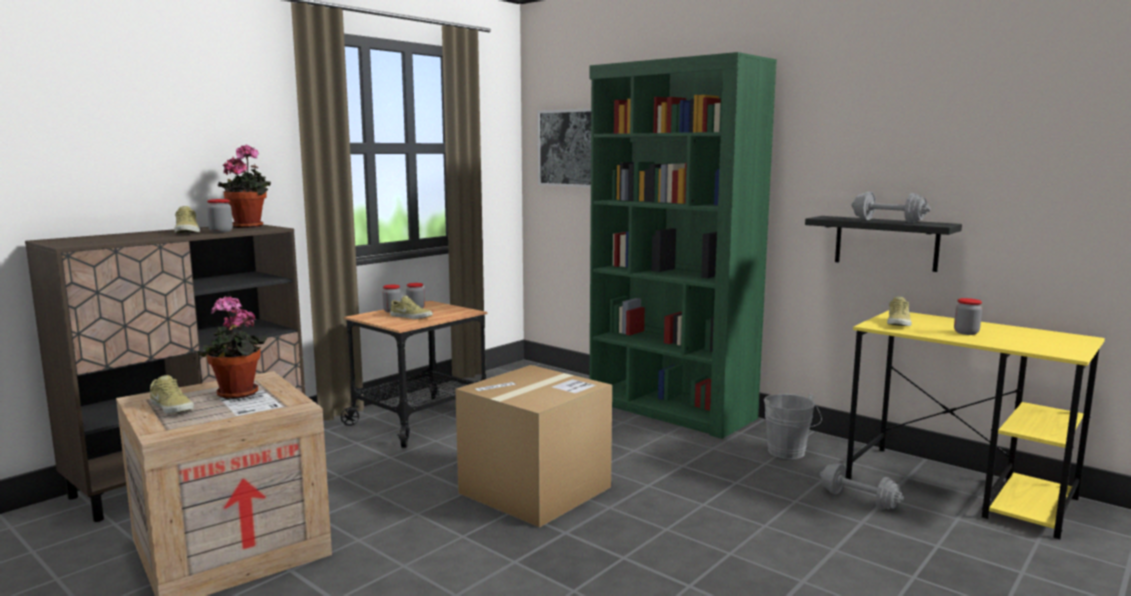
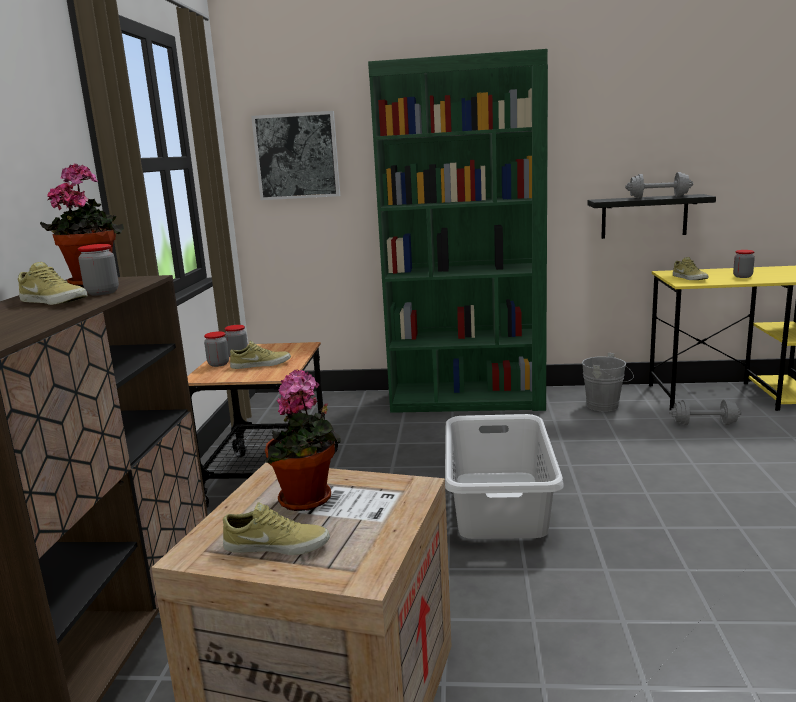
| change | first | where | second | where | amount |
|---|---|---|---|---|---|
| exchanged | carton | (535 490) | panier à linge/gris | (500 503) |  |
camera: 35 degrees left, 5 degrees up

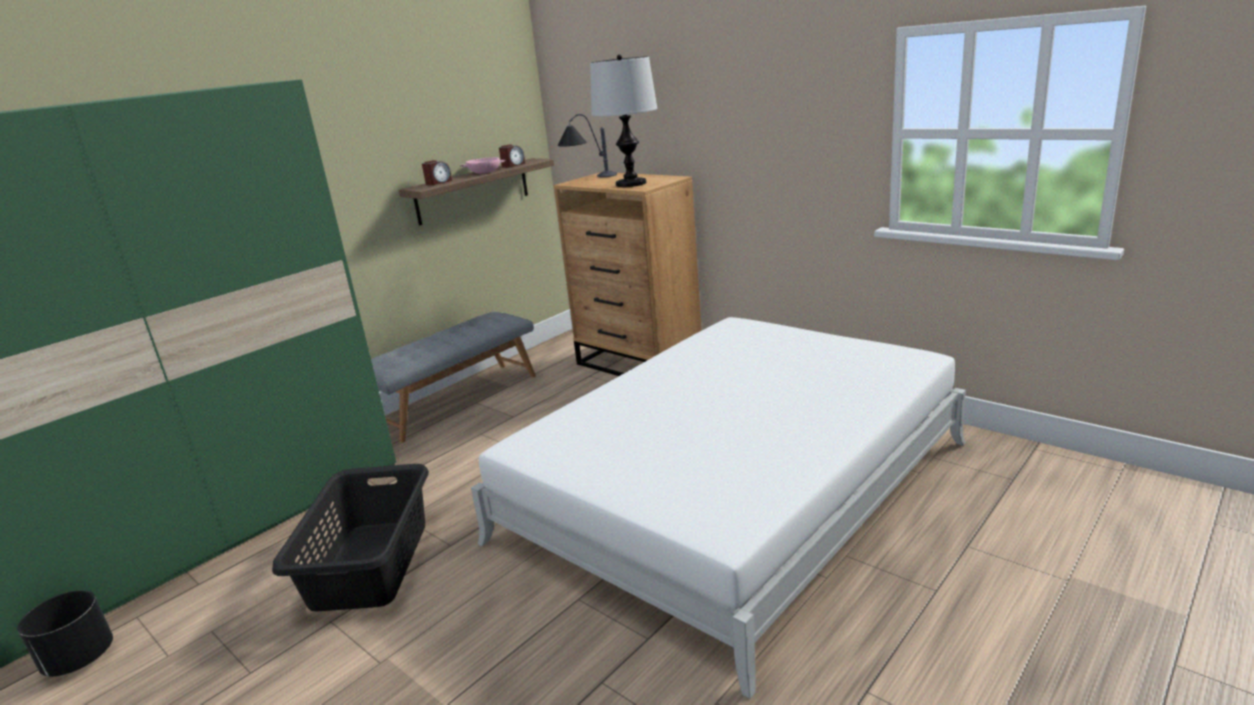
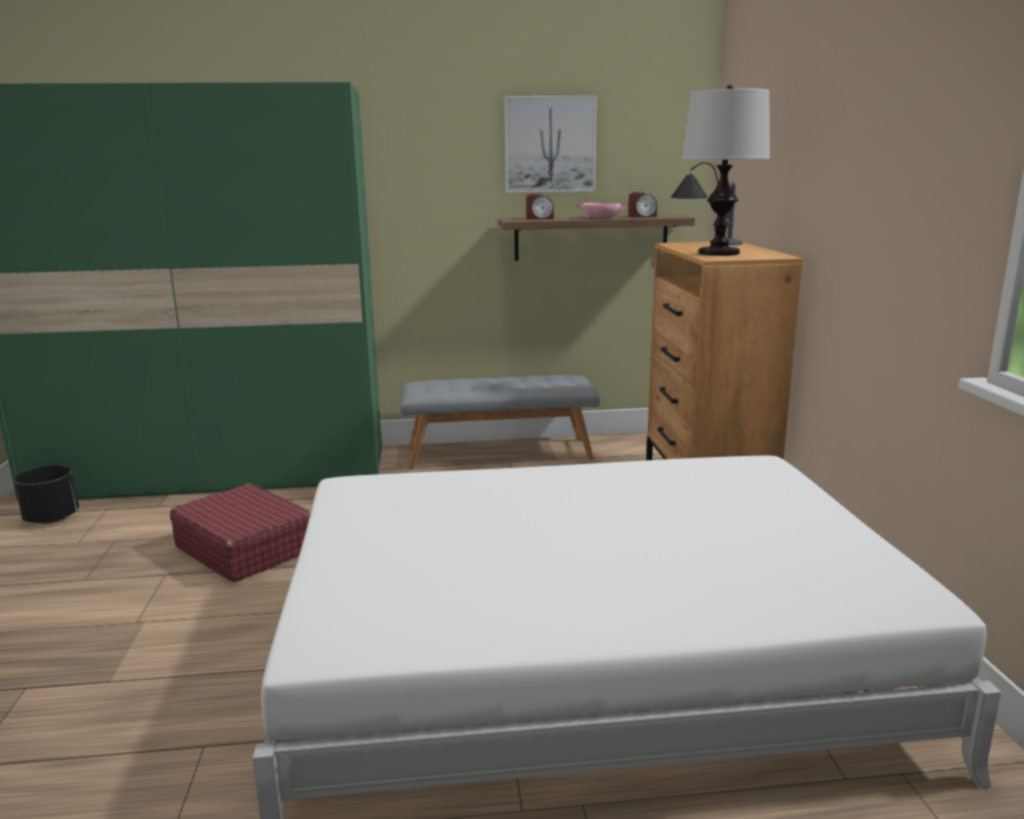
| change | first | where | second | where | amount |
|---|---|---|---|---|---|
| exchanged | panier à linge/noir | (369 564) | valise/rouge | (245 548) |  |
| appeared |  |  | tableau | (550 144) |  |
camera: 40 degrees right, 5 degrees down

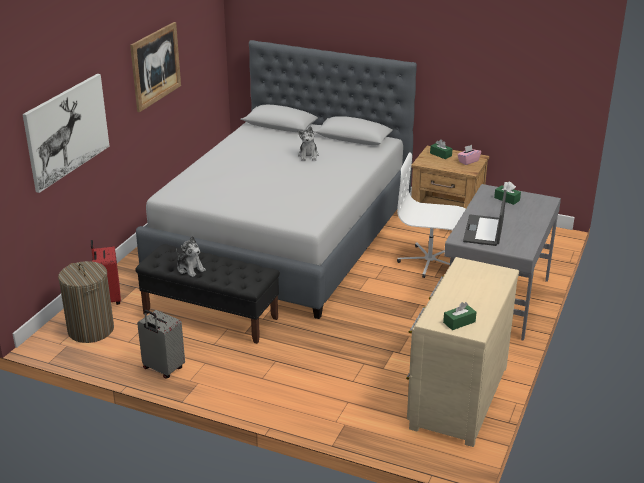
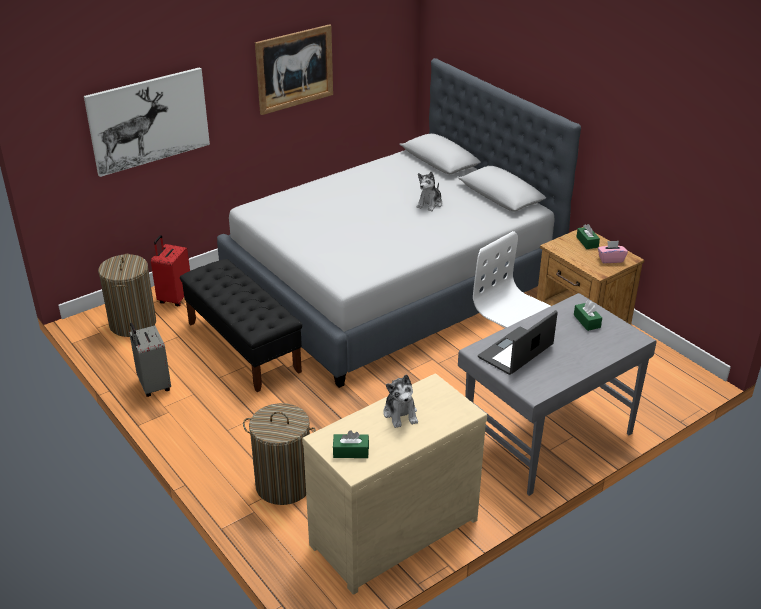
| change | first | where | second | where | amount |
|---|---|---|---|---|---|
| appeared |  |  | panier à linge | (283 485) |  |
| relocated | peluche | (190 269) |  | (400 413) |  |
camera: 30 degrees right, 5 degrees up

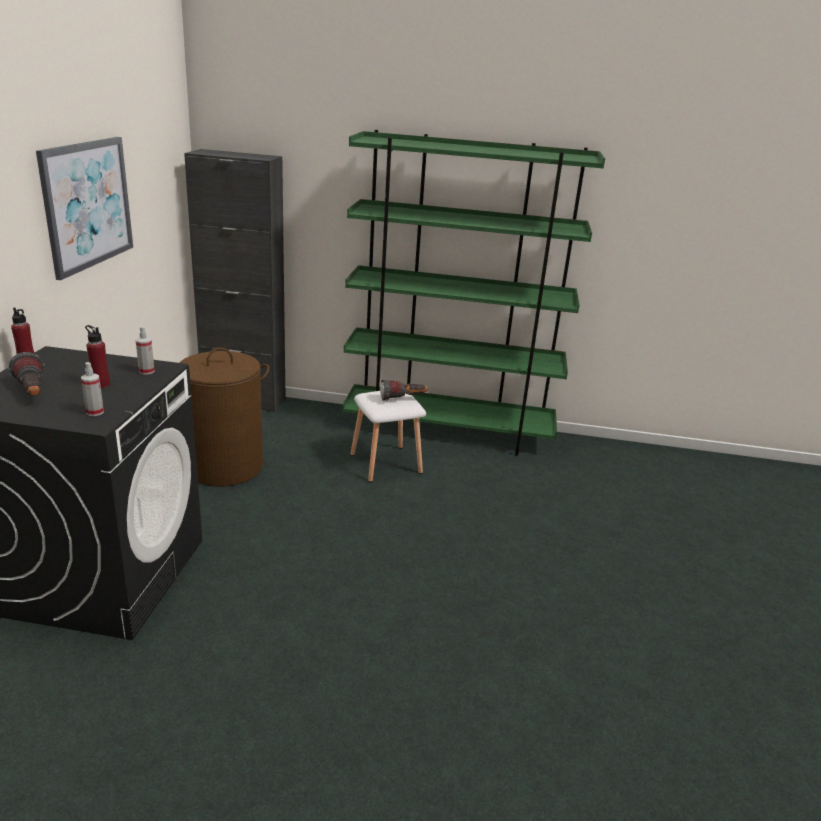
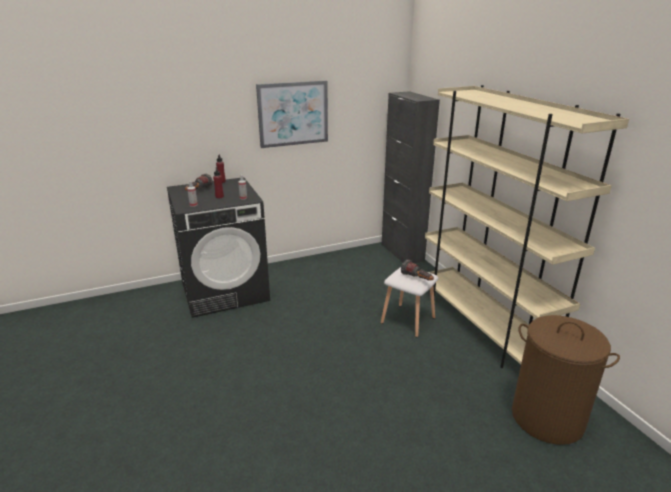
| change | first | where | second | where | amount |
|---|---|---|---|---|---|
| colour | bibliothèque/vert | (448 432) | bibliothèque/beige | (482 327) |  |
| relocated | panier à linge/marron | (224 467) |  | (546 418) |  |
camera: 60 degrees right, 0 degrees up

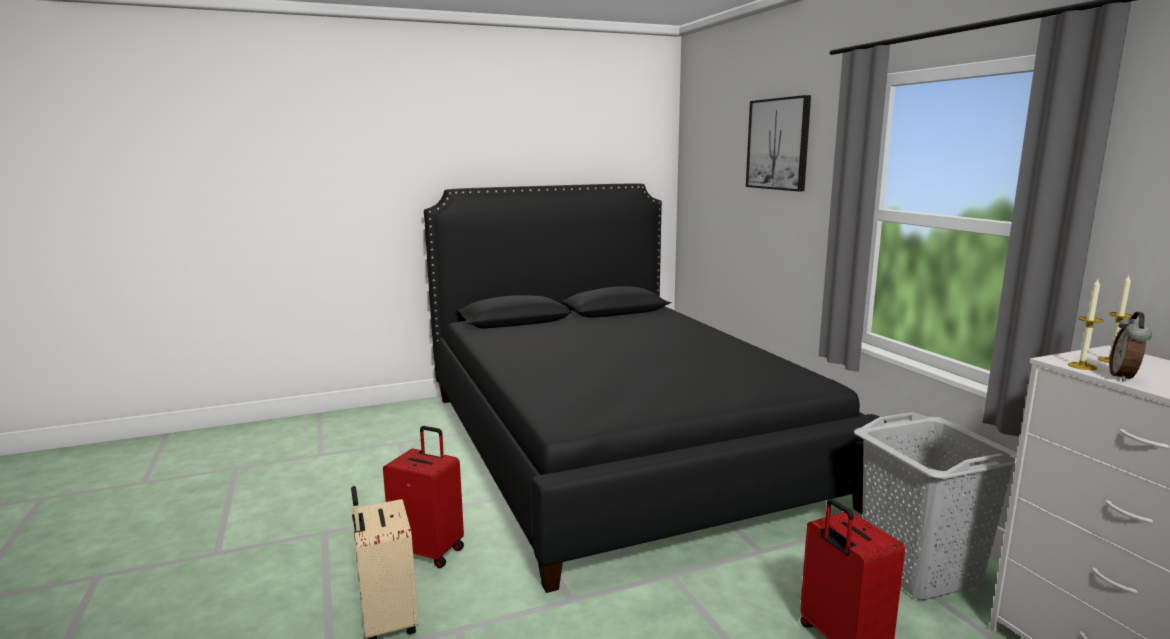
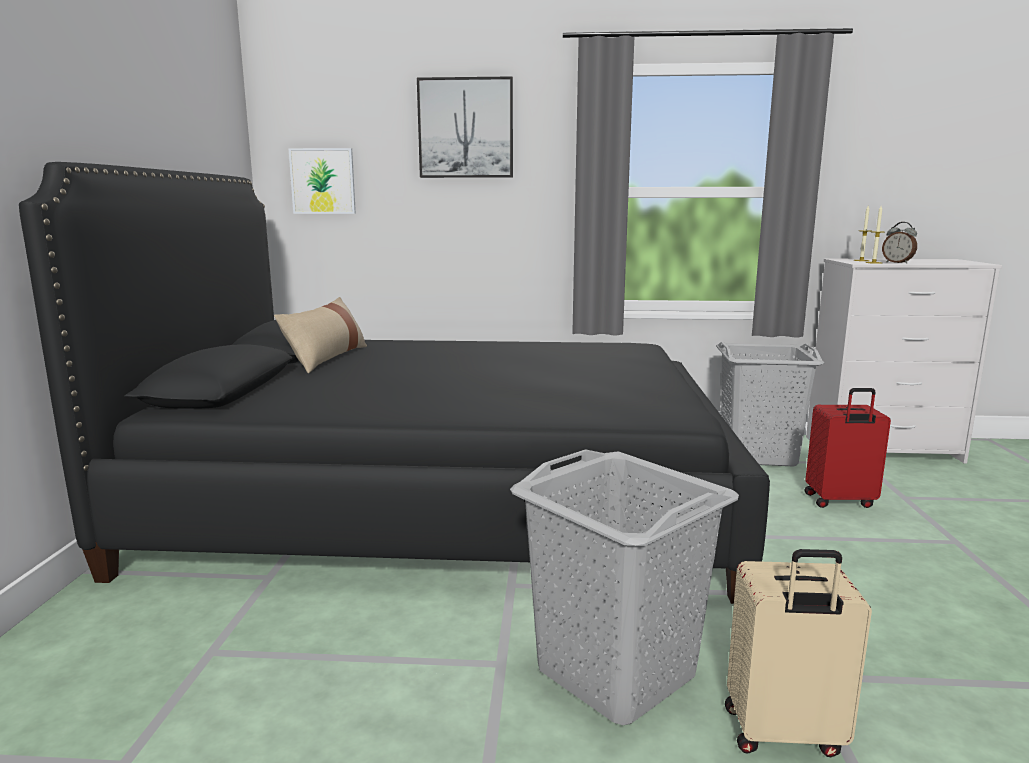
| change | first | where | second | where | amount |
|---|---|---|---|---|---|
| appeared |  |  | coussin/beige | (327 358) |  |
| appeared |  |  | tableau | (323 181) |  |
| exchanged | valise/rouge | (429 551) | panier à linge/gris | (615 671) |  |
camera: 65 degrees left, 0 degrees up

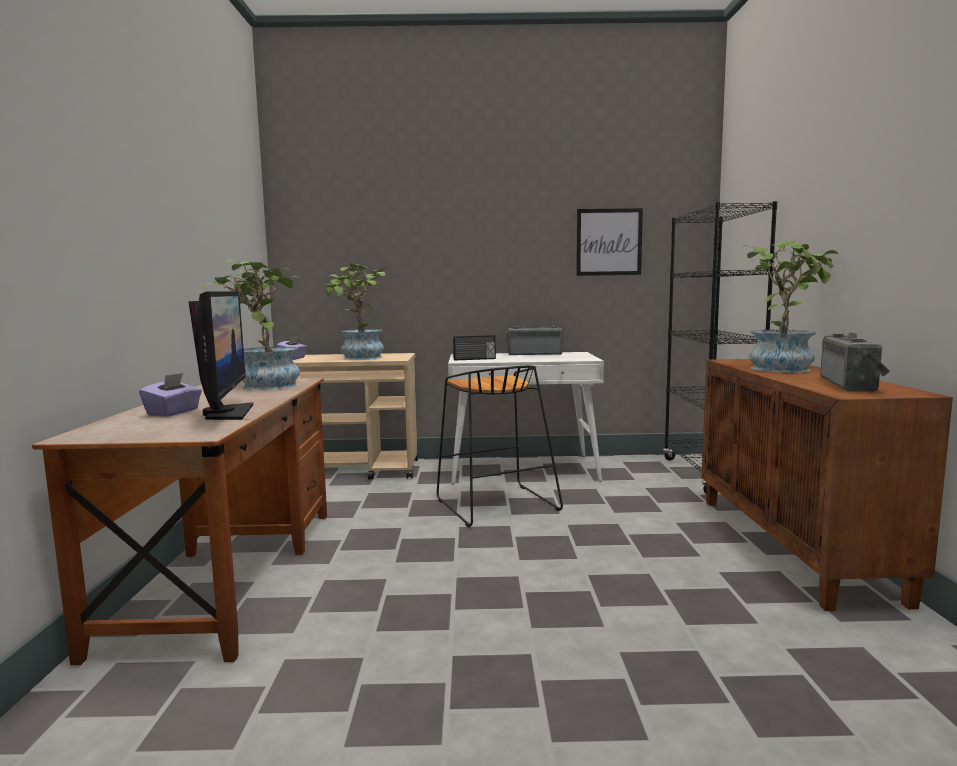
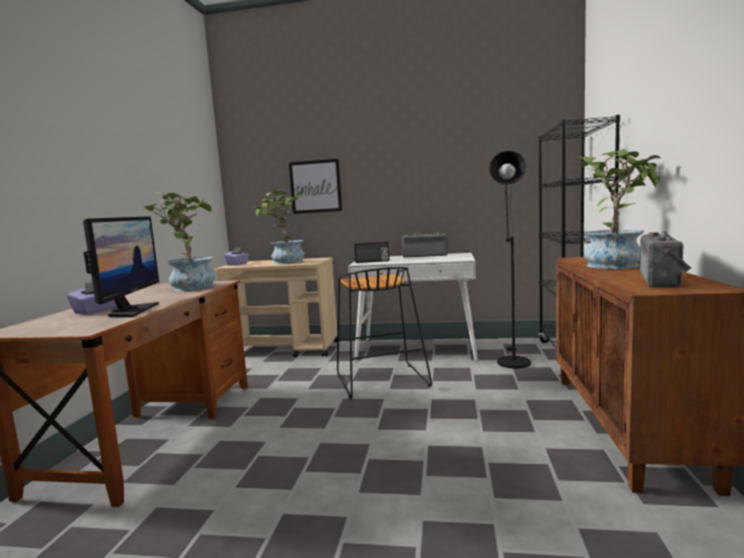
| change | first | where | second | where | amount |
|---|---|---|---|---|---|
| relocated | tableau | (609 242) |  | (315 186) |  |
| appeared |  |  | lampadaire/noir | (512 360) |  |
camera: 10 degrees right, 0 degrees up

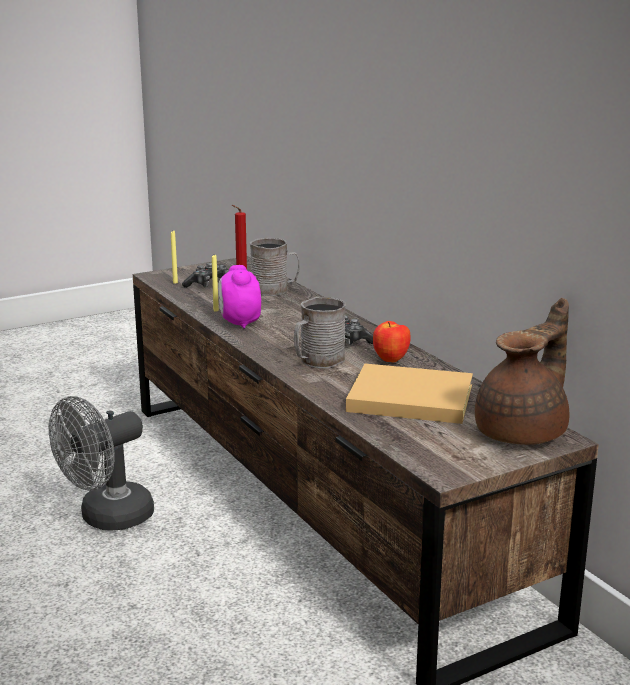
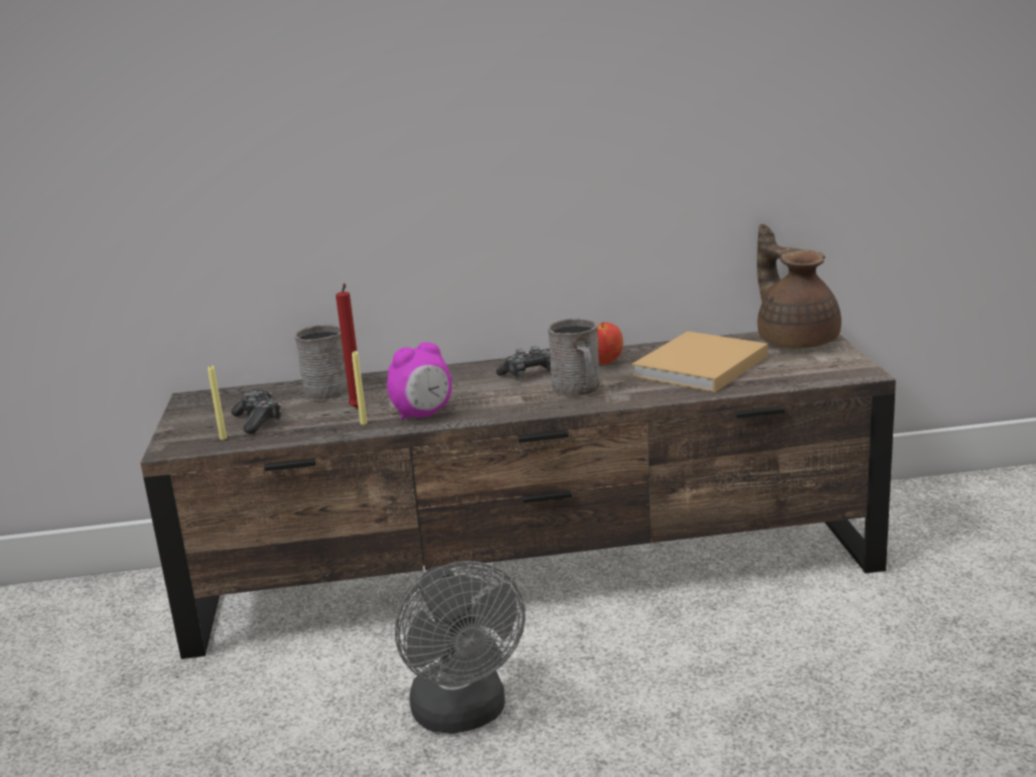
| change | first | where | second | where | amount |
|---|---|---|---|---|---|
| spun | réveil | (239 323) |  | (423 415) | 45 degrees counterclockwise |
camera: 65 degrees left, 0 degrees up

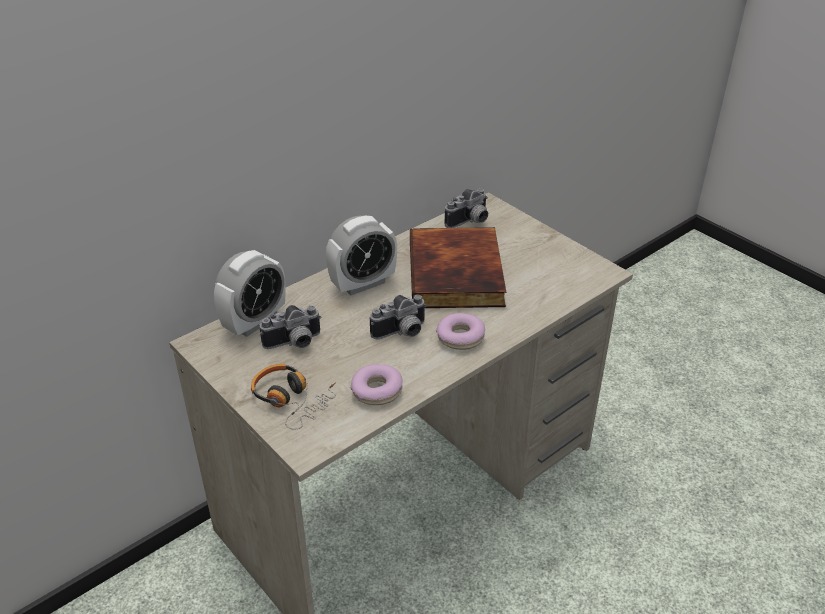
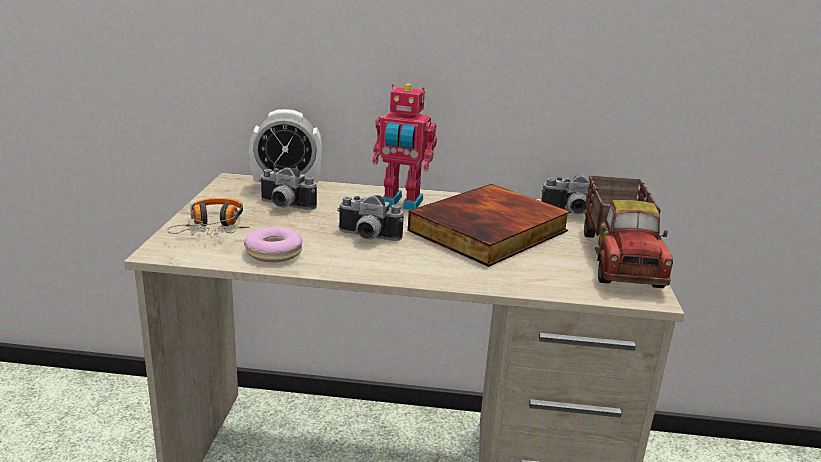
| change | first | where | second | where | amount |
|---|---|---|---|---|---|
| exchanged | réveil | (363 284) | robot jouet | (401 203) |  |
| appeared |  |  | camion jouet | (620 257) |  |
| missing | beignet | (460 337) |  |  |  |
camera: 45 degrees right, 15 degrees down

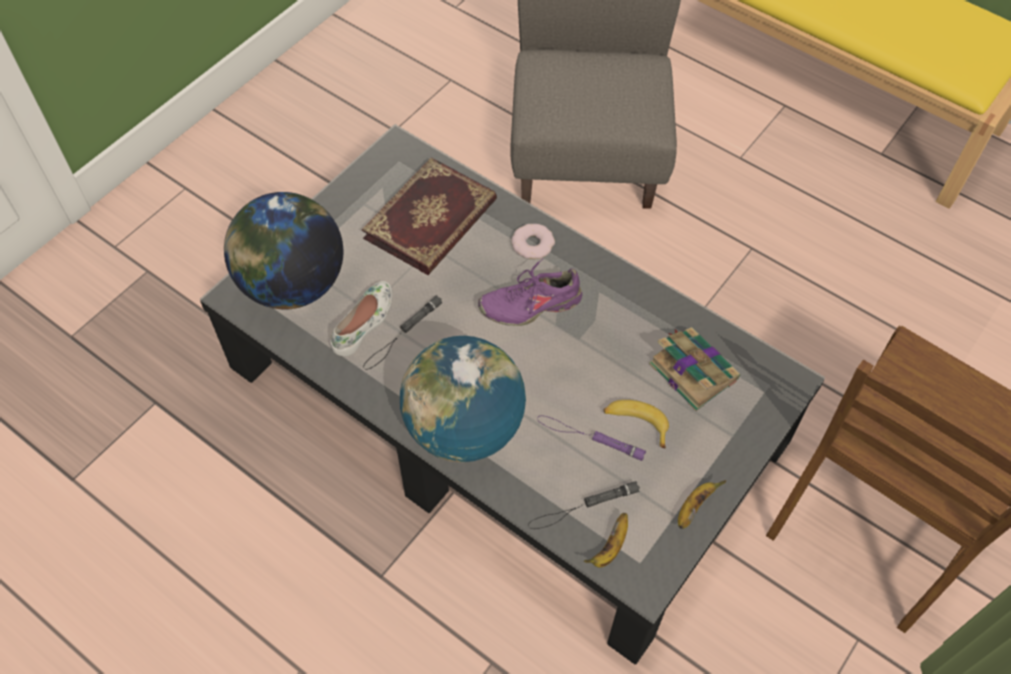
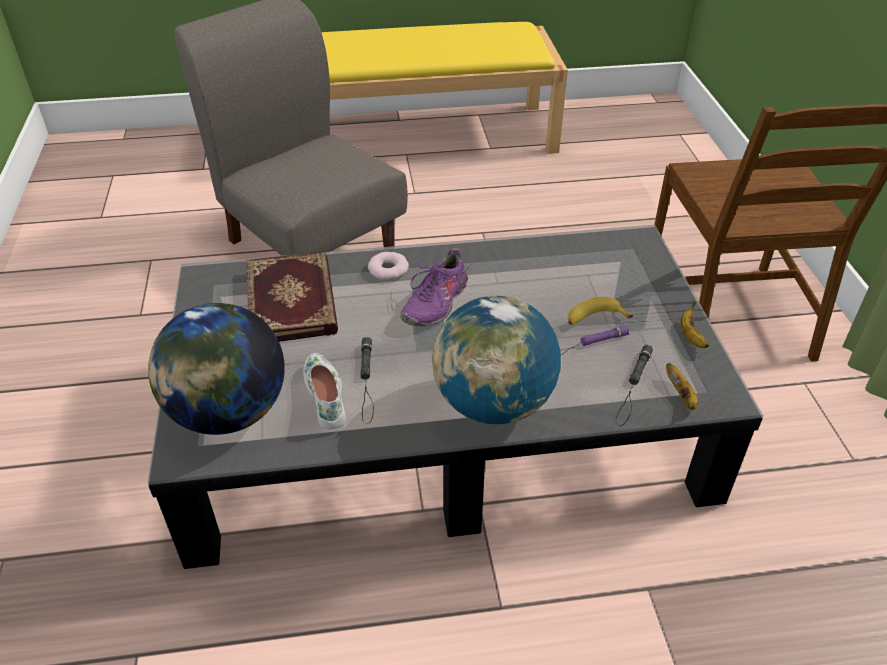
| change | first | where | second | where | amount |
|---|---|---|---|---|---|
| missing | livre | (692 370) |  |  |  |
camera: 45 degrees left, 15 degrees down

